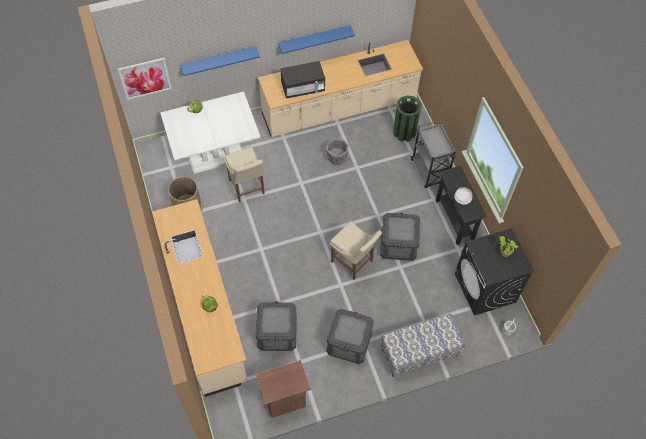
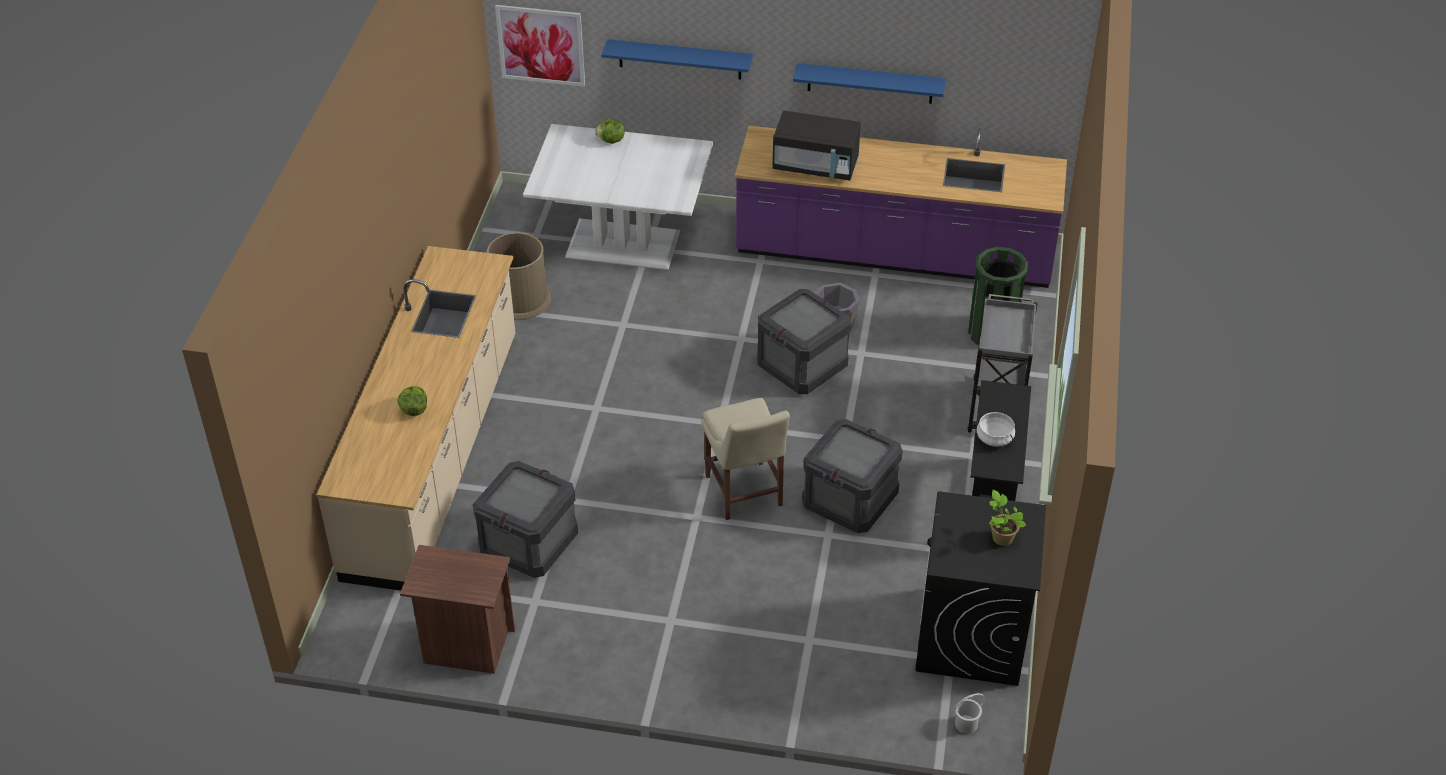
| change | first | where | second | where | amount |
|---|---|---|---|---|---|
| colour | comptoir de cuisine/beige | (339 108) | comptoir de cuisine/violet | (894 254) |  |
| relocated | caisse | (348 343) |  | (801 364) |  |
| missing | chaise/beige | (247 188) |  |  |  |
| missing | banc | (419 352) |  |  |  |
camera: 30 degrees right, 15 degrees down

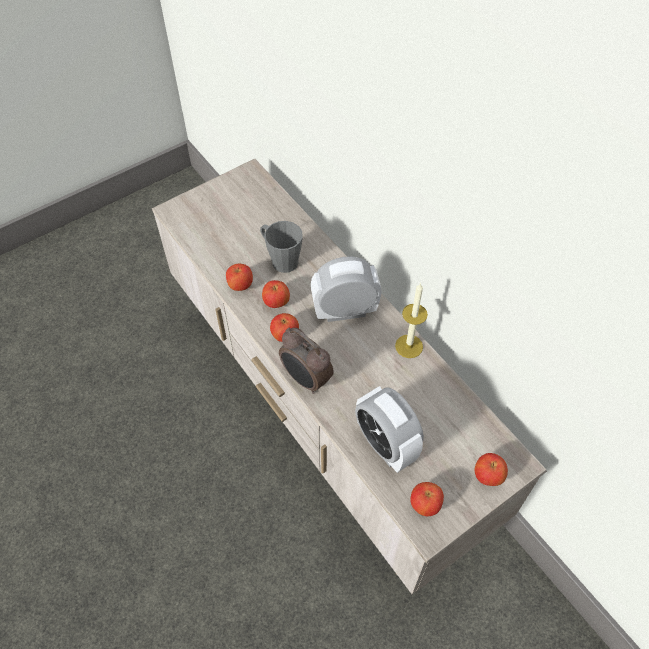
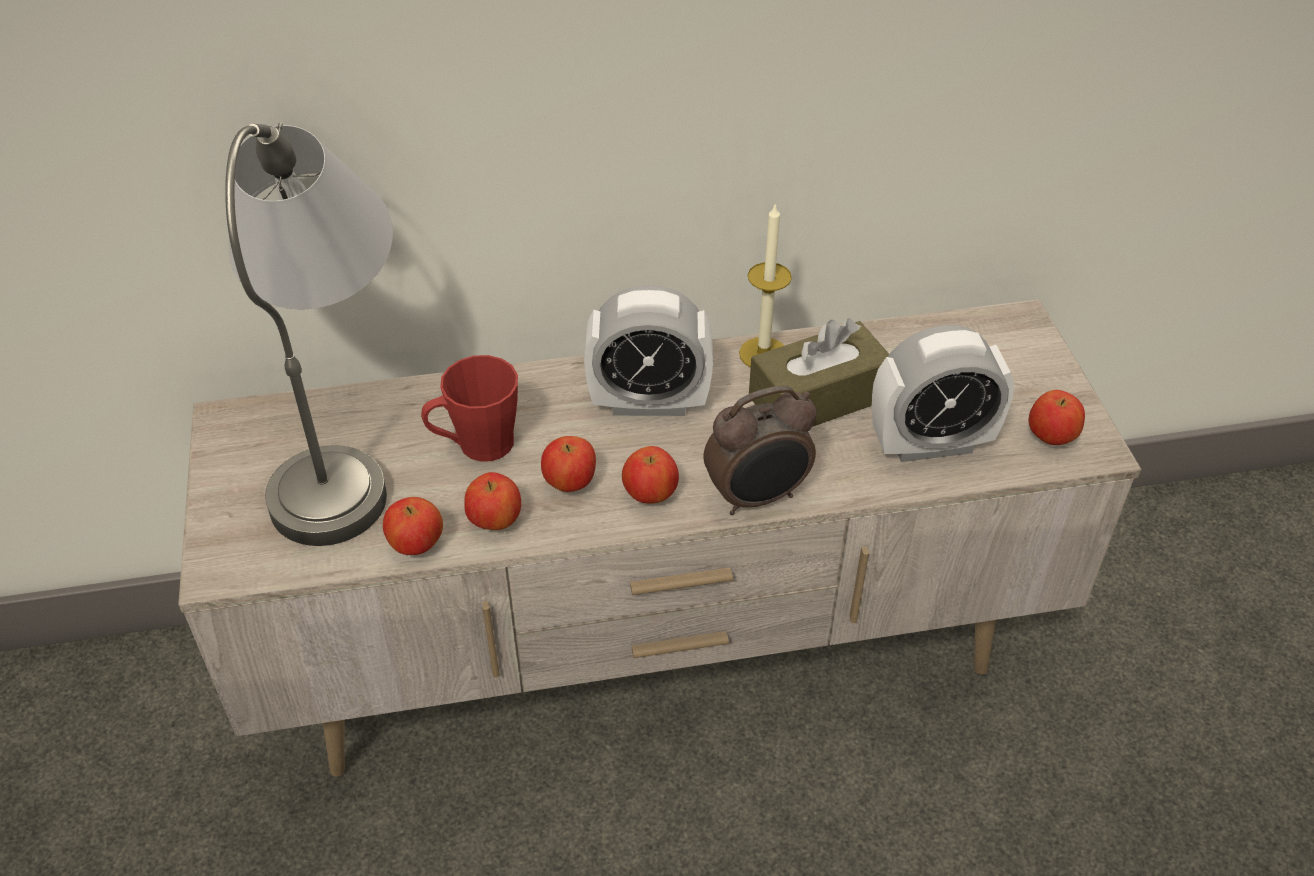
| change | first | where | second | where | amount |
|---|---|---|---|---|---|
| appeared |  |  | lampe de table/gris | (343 443) |  |
| relocated | pomme | (488 476) |  | (417 545) |  |
| colour | mug/gris | (281 259) | mug/rouge | (476 445) |  |
| spun | réveil | (345 311) |  | (649 402) | 105 degrees counterclockwise |
| appeared |  |  | boîte à mouchoirs/marron | (818 398) |  |
camera: 65 degrees left, 10 degrees down

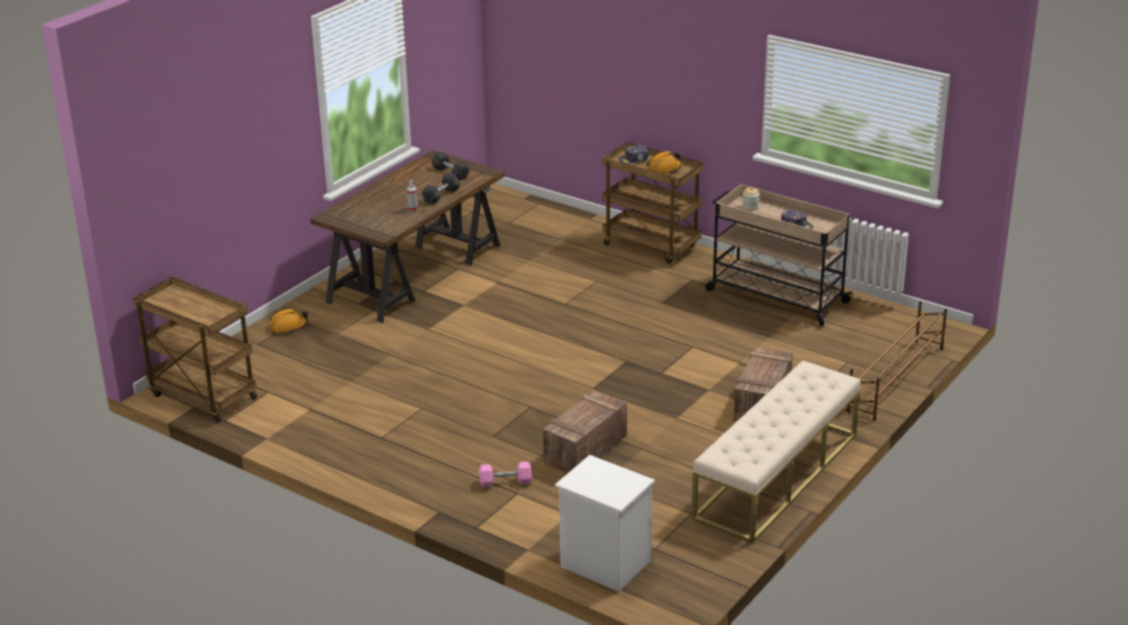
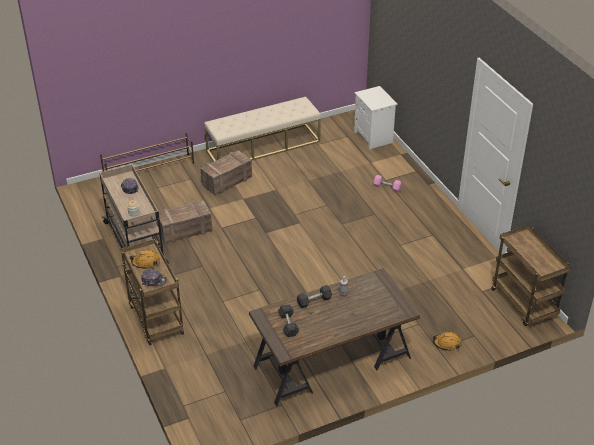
| change | first | where | second | where | amount |
|---|---|---|---|---|---|
| relocated | caisse | (585 450) |  | (185 230) |  |
camera: 150 degrees left, 10 degrees up

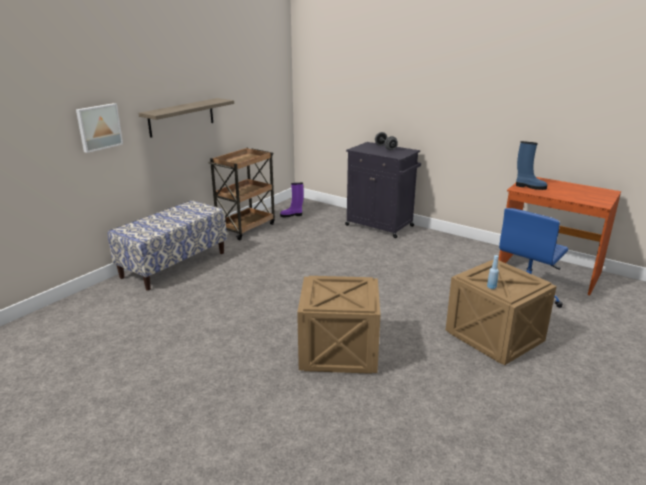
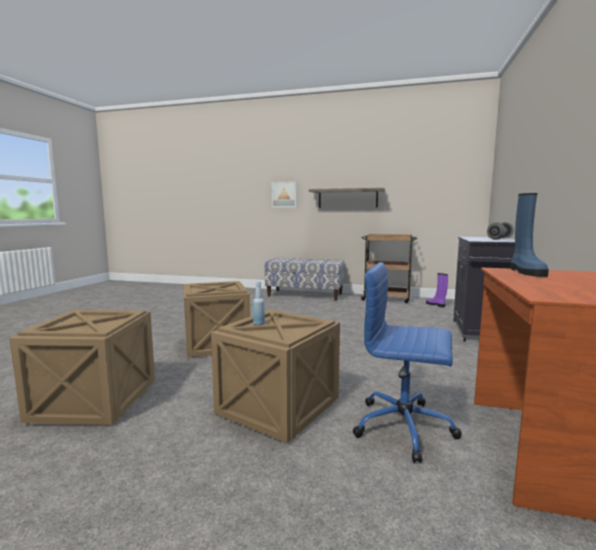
| change | first | where | second | where | amount |
|---|---|---|---|---|---|
| appeared |  |  | caisse | (96 400) |  |
camera: 70 degrees right, 15 degrees down

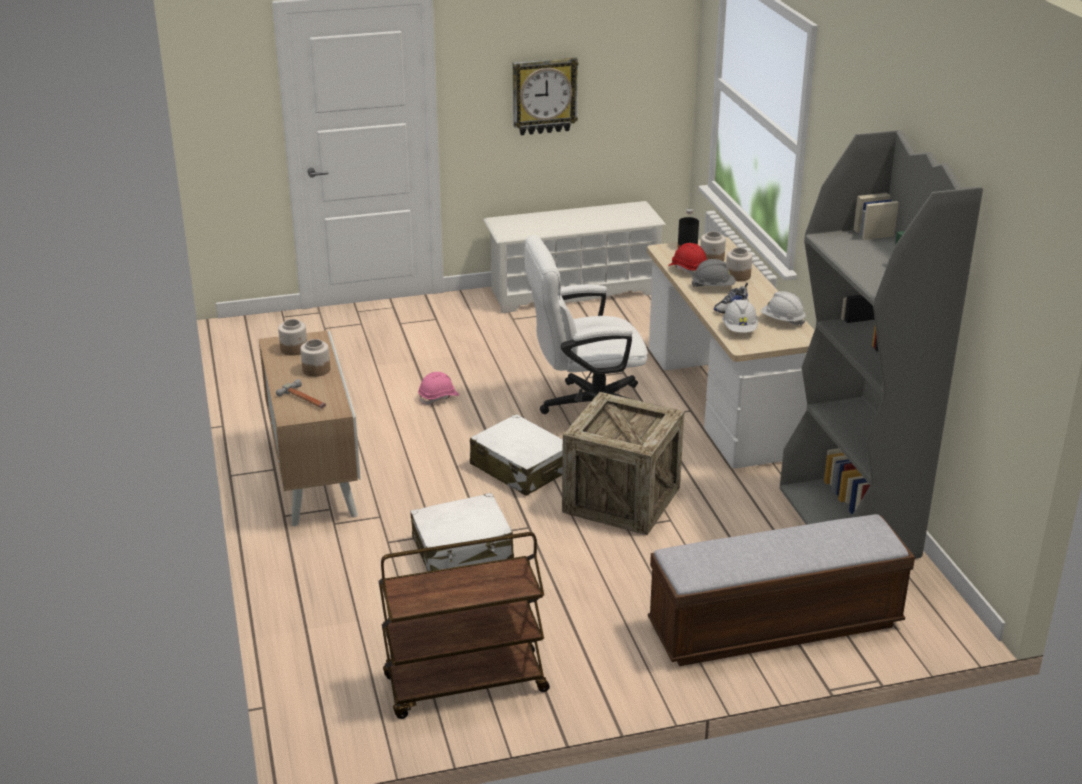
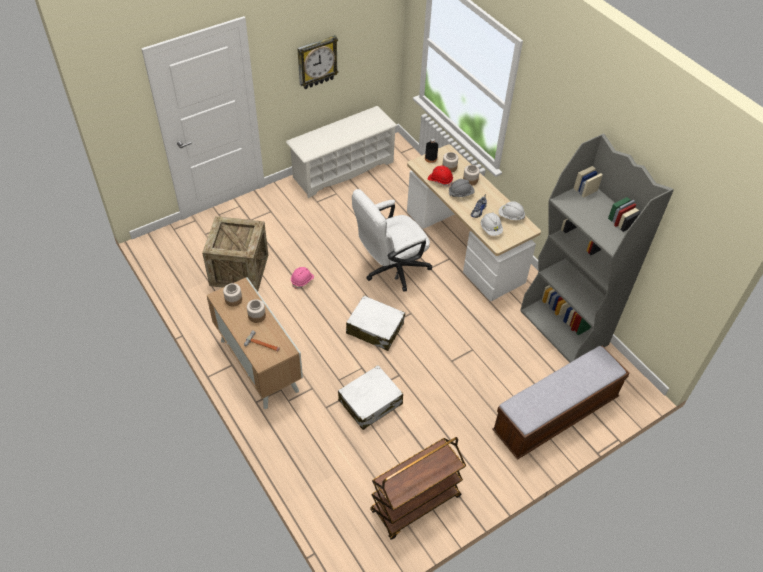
| change | first | where | second | where | amount |
|---|---|---|---|---|---|
| relocated | caisse | (621 500) |  | (239 270) |  |
camera: 20 degrees left, 20 degrees up

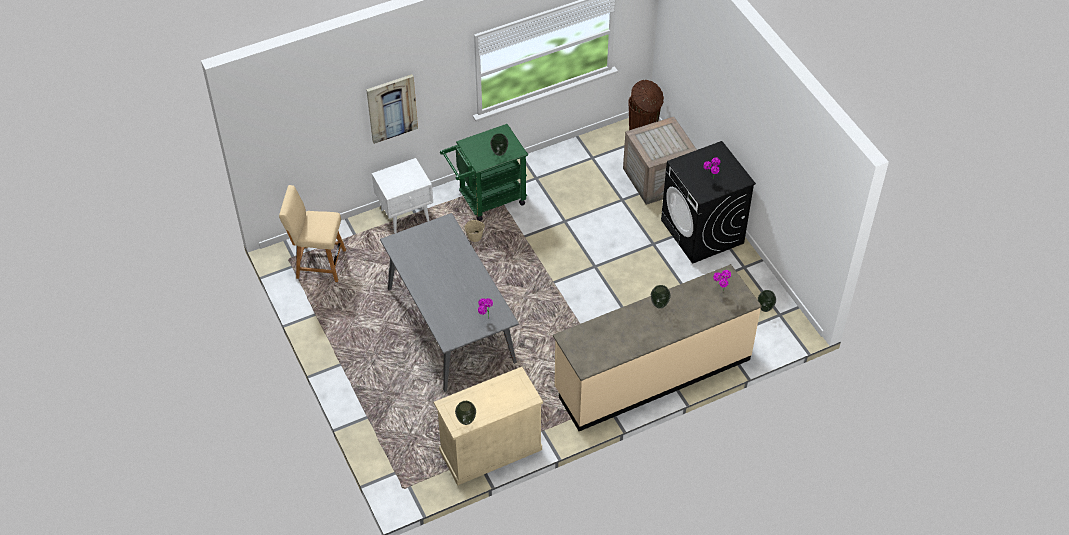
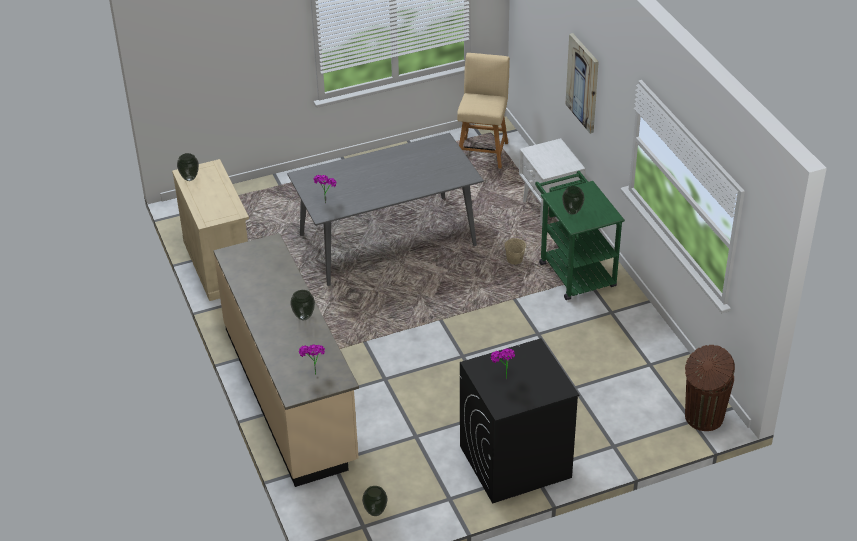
| change | first | where | second | where | amount |
|---|---|---|---|---|---|
| missing | caisse | (658 178) |  |  |  |
camera: 95 degrees right, 10 degrees down

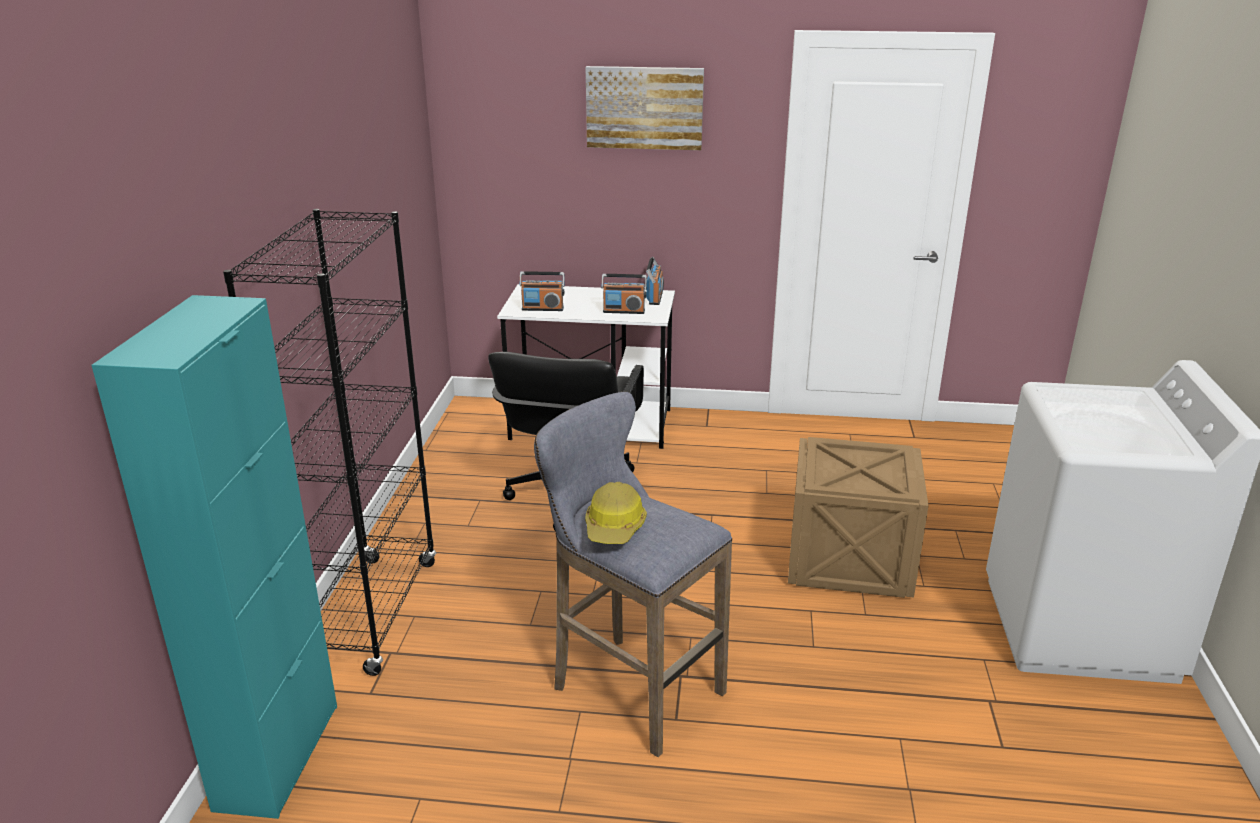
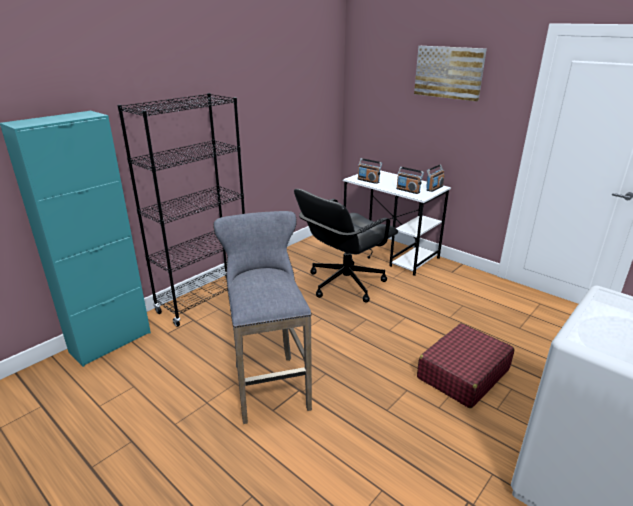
| change | first | where | second | where | amount |
|---|---|---|---|---|---|
| exchanged | caisse | (851 561) | valise/rouge | (462 374) |  |
| missing | casque de chantier | (615 527) |  |  |  |
camera: 35 degrees right, 0 degrees up

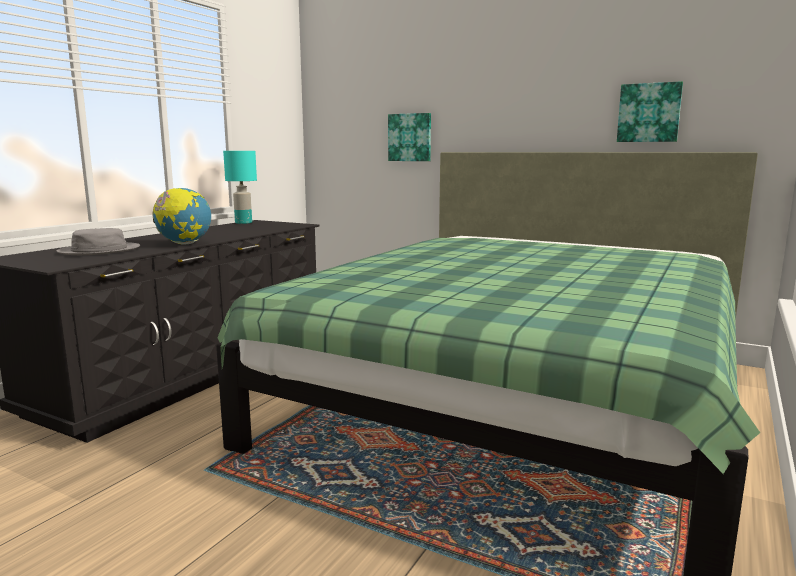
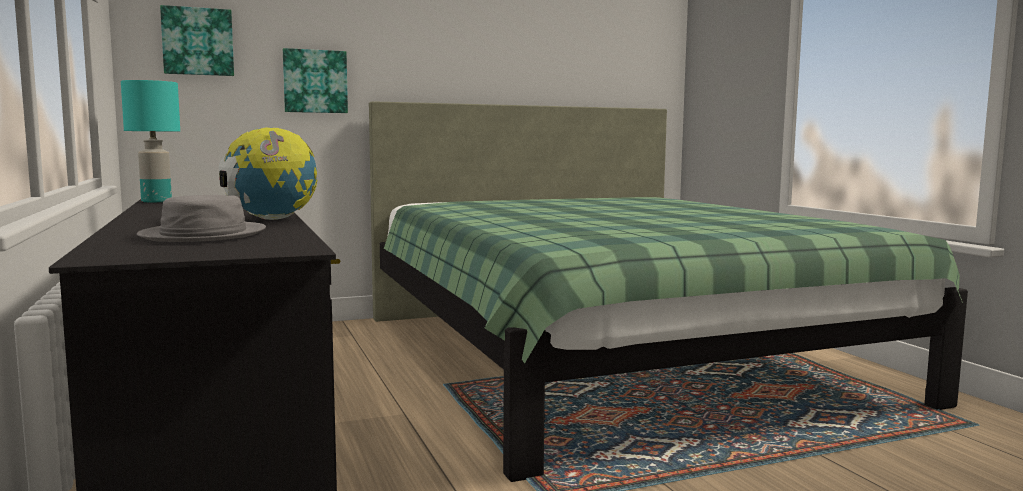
| change | first | where | second | where | amount |
|---|---|---|---|---|---|
| relocated | tableau | (649 113) |  | (198 41) |  |
camera: 50 degrees left, 5 degrees down

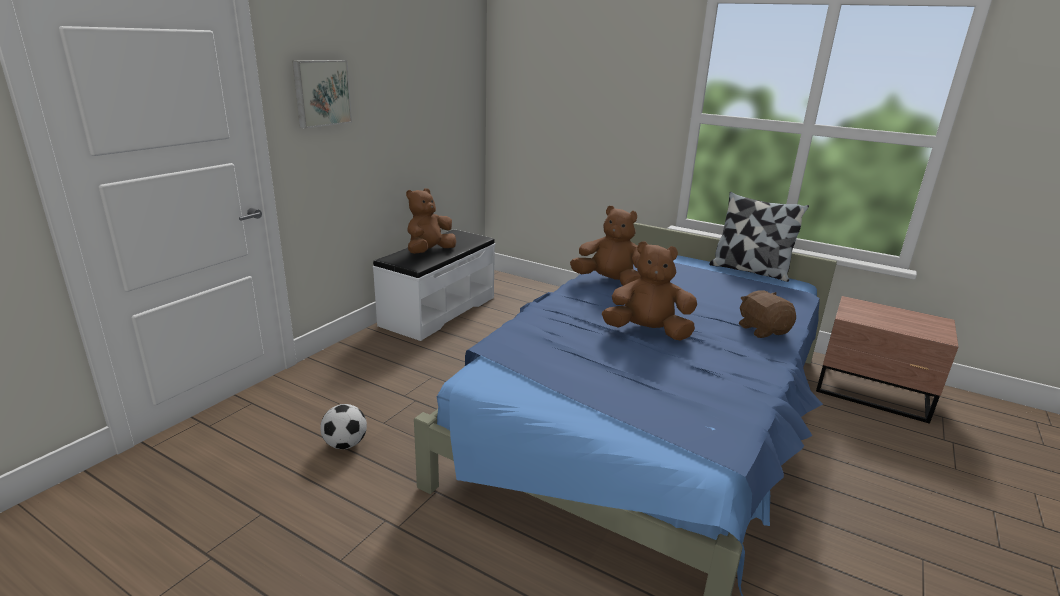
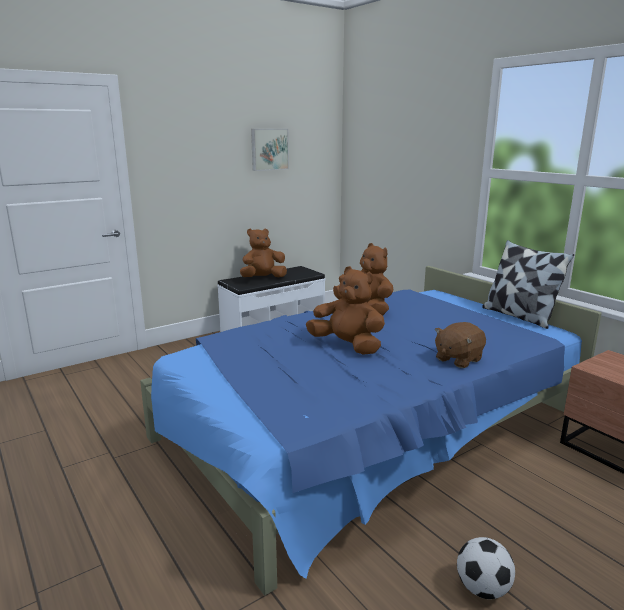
| change | first | where | second | where | amount |
|---|---|---|---|---|---|
| relocated | tableau | (321 93) |  | (269 149) |  |
| spun | peluche/marron | (763 330) |  | (458 359) | 135 degrees counterclockwise |
| relocated | ballon de foot | (345 444) |  | (482 589) |  |
camera: 25 degrees right, 5 degrees down

